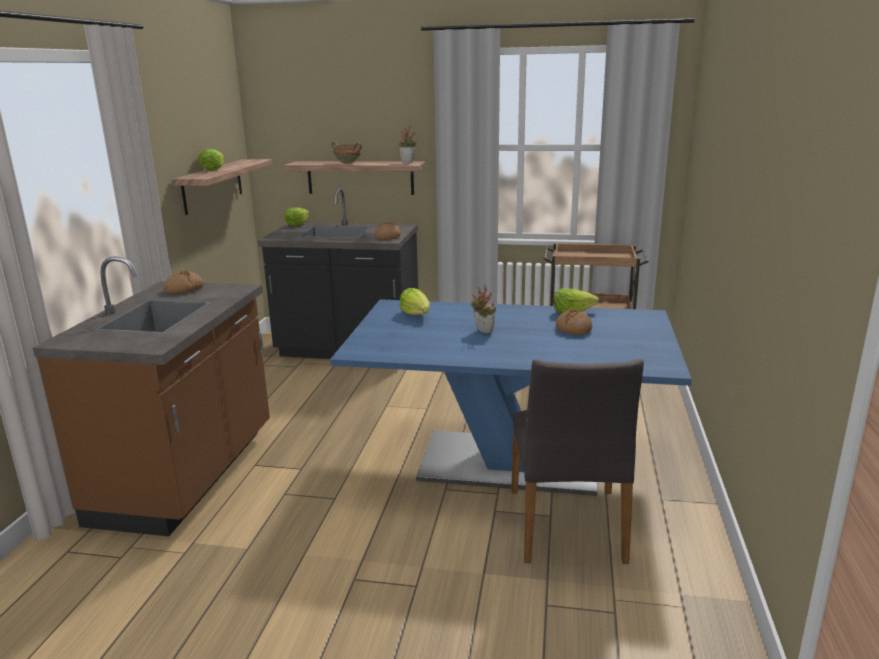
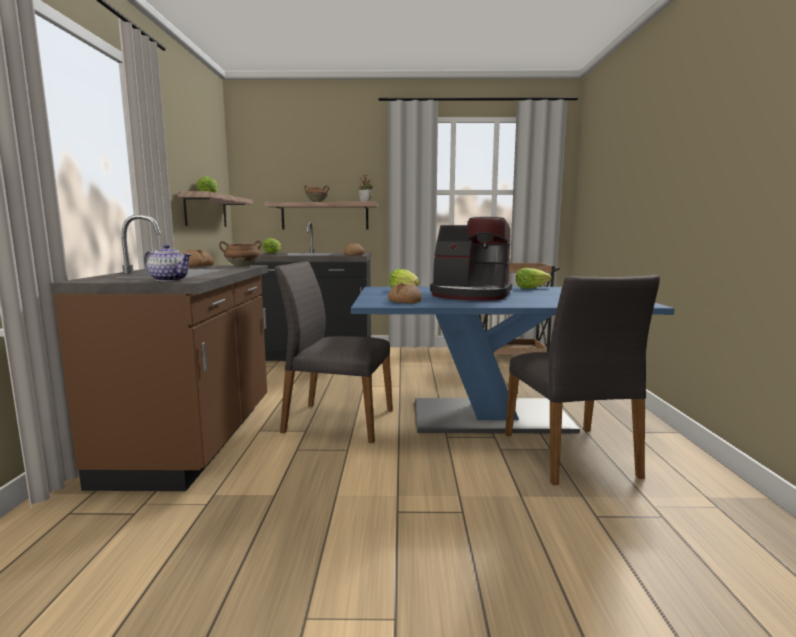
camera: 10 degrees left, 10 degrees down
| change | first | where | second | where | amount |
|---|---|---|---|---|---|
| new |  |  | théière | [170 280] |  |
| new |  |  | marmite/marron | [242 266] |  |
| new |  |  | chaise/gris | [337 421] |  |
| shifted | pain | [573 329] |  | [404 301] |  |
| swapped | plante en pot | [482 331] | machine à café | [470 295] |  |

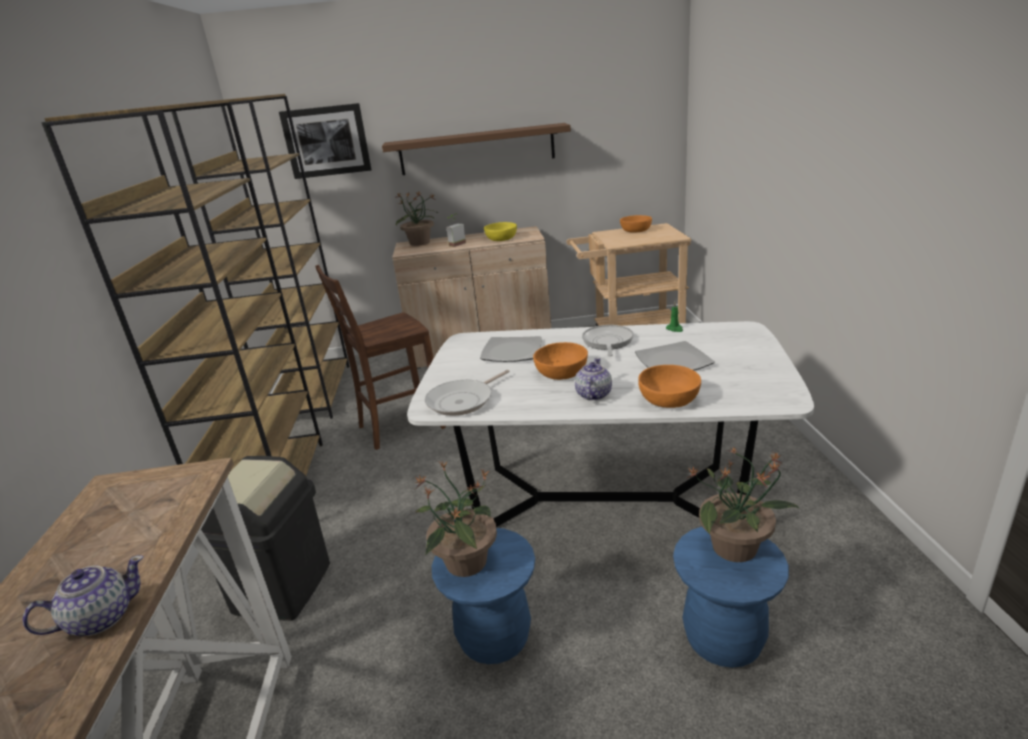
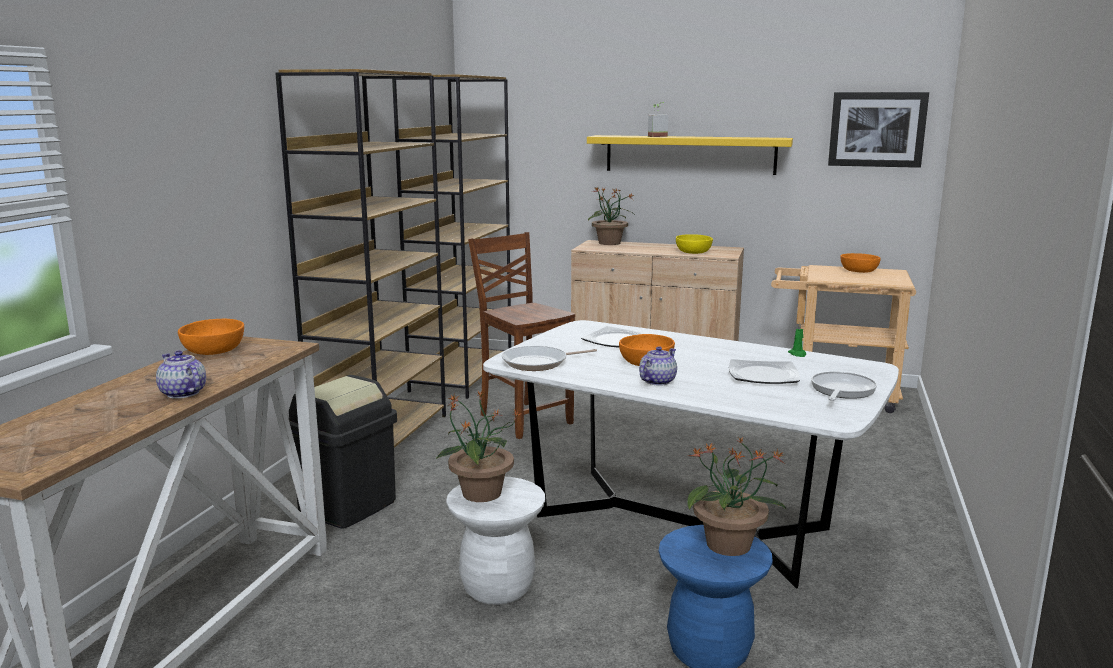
camera: 20 degrees right, 10 degrees down
| change | first | where | second | where | amount |
|---|---|---|---|---|---|
| rotated | théière | [100 618] |  | [183 393] | 120 degrees counterclockwise |
| shifted | bol/orange | [669 399] |  | [214 350] |  |
| repainted | tabouret/bleu | [494 638] | tabouret/blanc | [497 588] |  |
| rotated | chaise/marron | [398 427] |  | [524 419] | 60 degrees clockwise |
| repainted | étagère/marron | [477 149] | étagère/jaune | [690 154] |  |
| shifted | plante en pot | [455 244] |  | [655 136] |  |
| shifted | poêle | [607 342] |  | [841 391] |  |
| shifted | tableau | [326 141] |  | [877 129] |  |

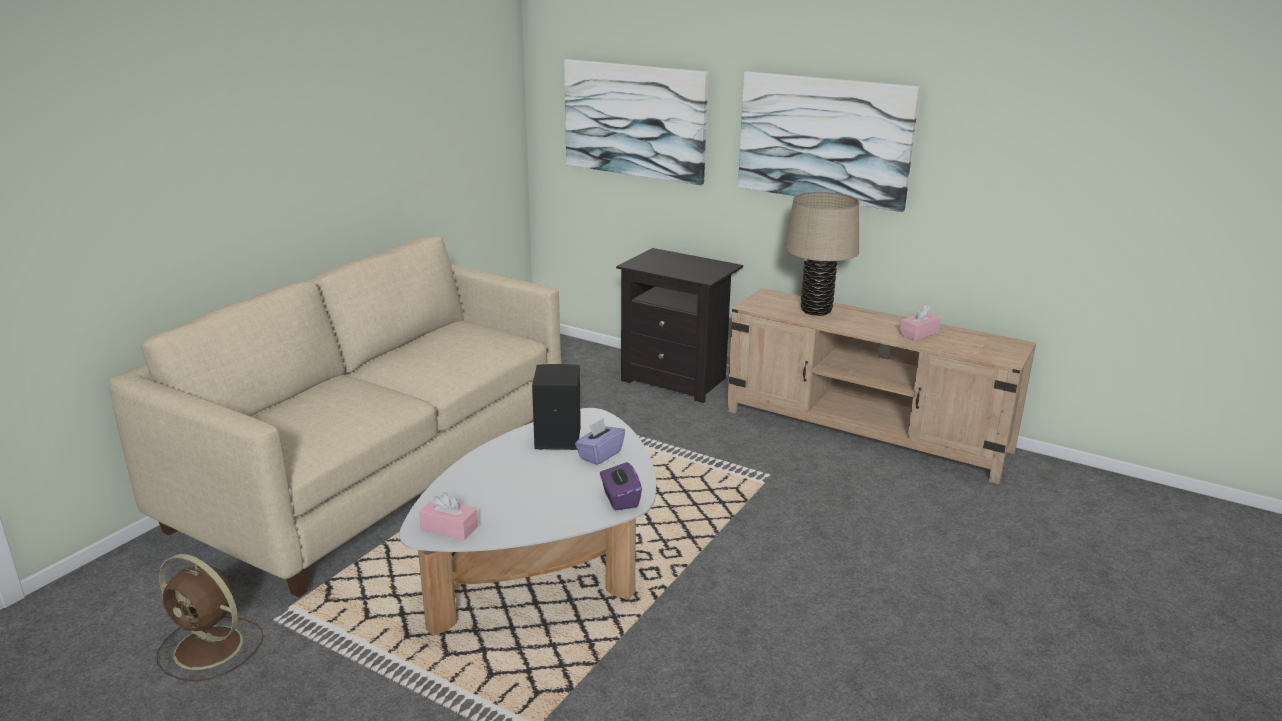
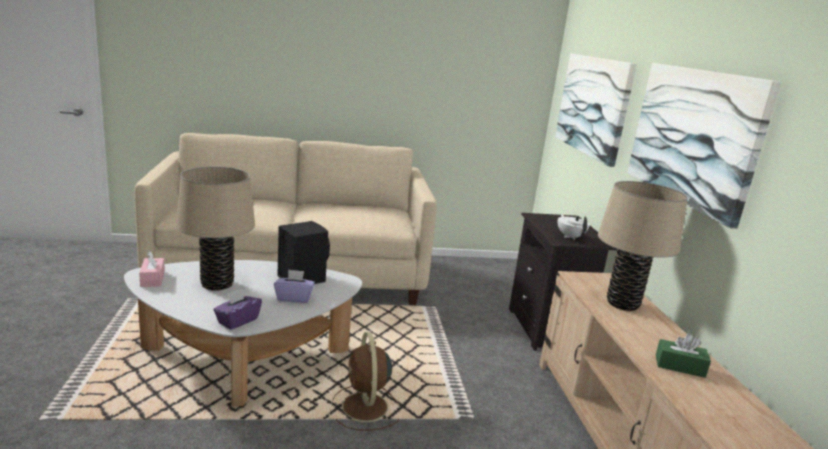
camera: 50 degrees right, 5 degrees down
| change | first | where | second | where | amount |
|---|---|---|---|---|---|
| new |  |  | lampe de table/beige | [217 284] |  |
| shifted | ventilateur/marron | [211 648] |  | [365 408] |  |
| new |  |  | théière/blanc | [570 237] |  |
| repainted | boîte à mouchoirs/rose | [918 333] | boîte à mouchoirs/vert | [679 366] |  |

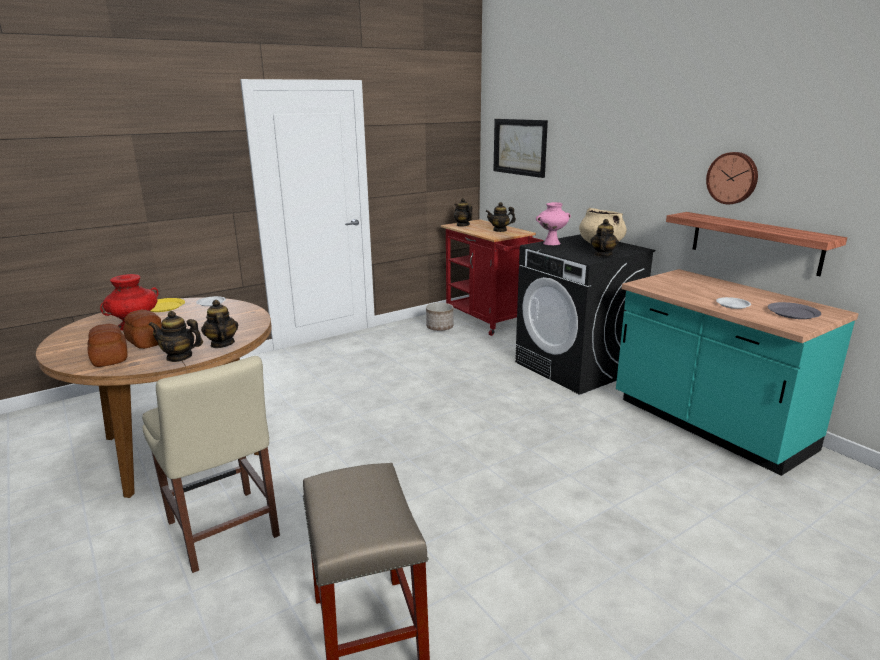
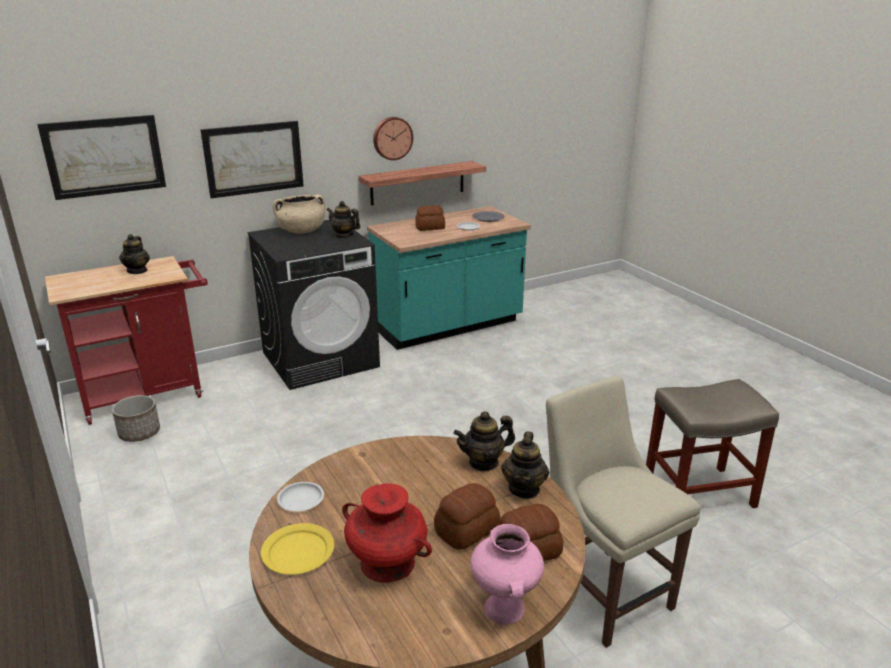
camera: 85 degrees left, 5 degrees up
| change | first | where | second | where | amount |
|---|---|---|---|---|---|
| new |  |  | tableau | [253 158] |  |
| new |  |  | pain | [430 228] |  |
| shifted | vase/rose | [551 243] |  | [505 609] |  |
| rotated | chaise/beige | [224 532] |  | [603 590] | 90 degrees counterclockwise |
| gone | théière | [463 225] |  |  |  |

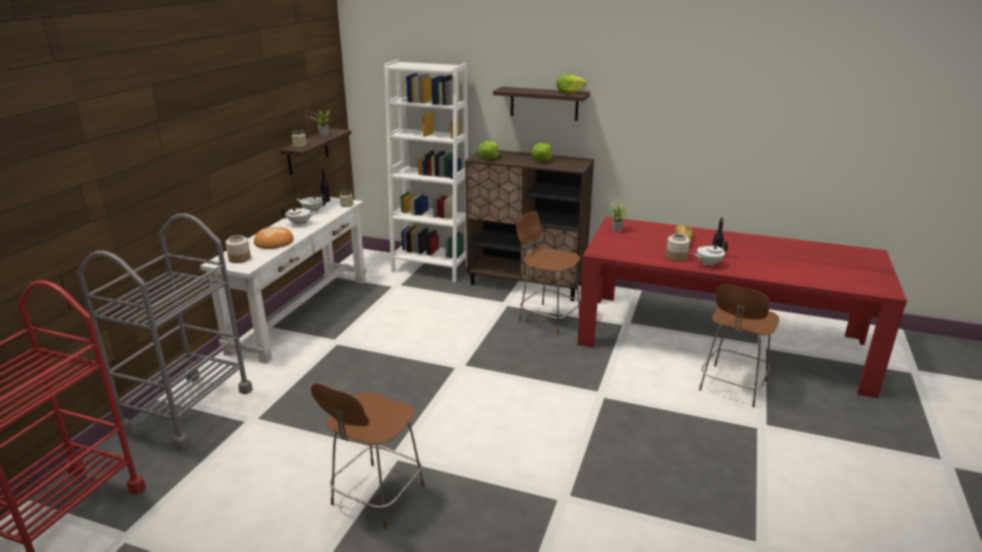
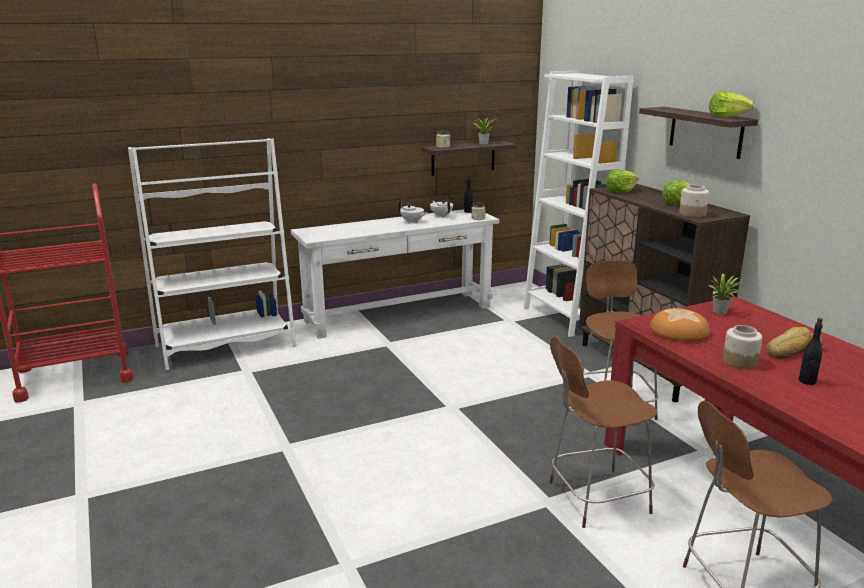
camera: 45 degrees right, 5 degrees down
| change | first | where | second | where | amount |
|---|---|---|---|---|---|
| swapped | chariot/gris | [187 410] | bibliothèque/blanc | [226 346] |  |
| shifted | chaise/marron | [376 497] |  | [595 498] |  |
| shifted | pain | [274 242] |  | [679 331] |  |
| shifted | bocal | [240 259] |  | [692 214] |  |
| gone | théière/blanc | [708 264] |  |  |  |

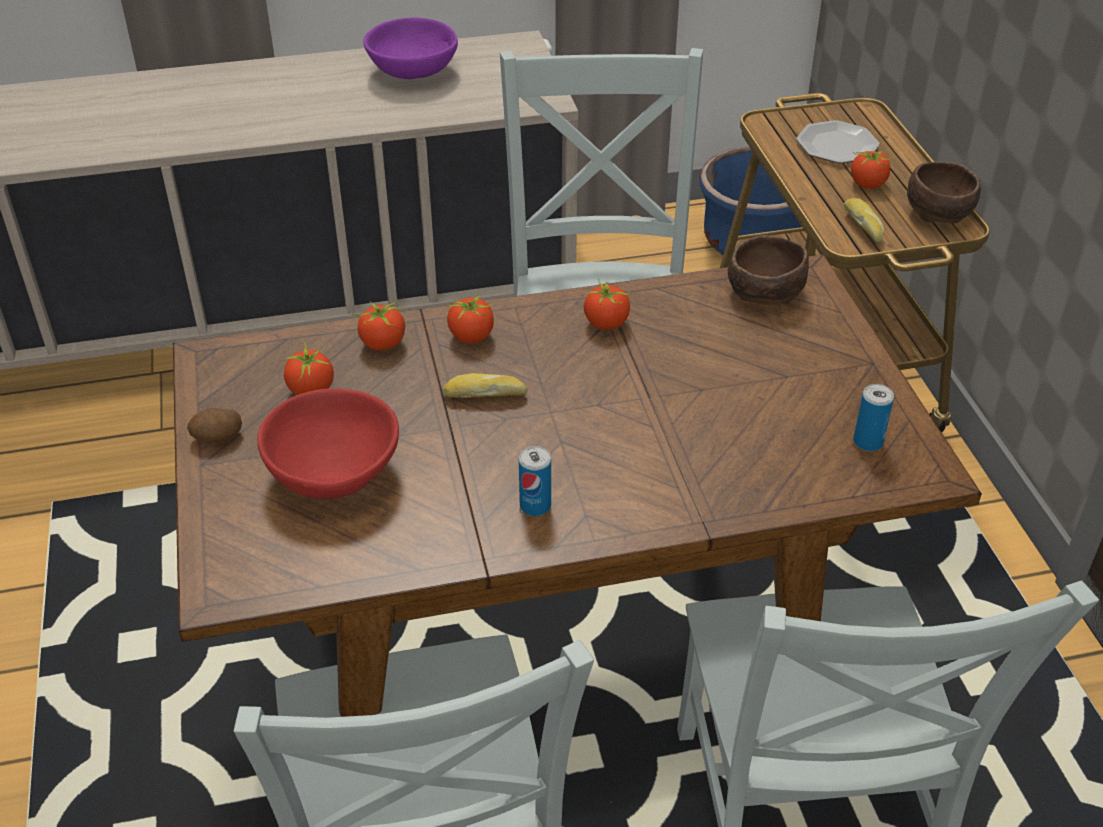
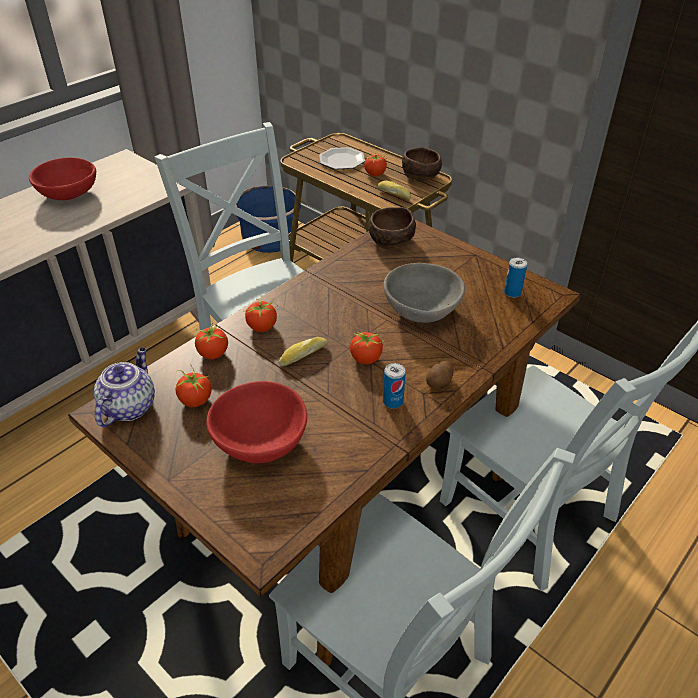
camera: 35 degrees left, 0 degrees up
| change | first | where | second | where | amount |
|---|---|---|---|---|---|
| repainted | bol/violet | [413 71] | bol/rouge | [69 194] |  |
| new |  |  | théière | [129 406] |  |
| shifted | tomate | [606 323] |  | [366 359] |  |
| new |  |  | bol/gris | [421 311] |  |
| shifted | pomme de terre | [217 437] |  | [439 382] |  |

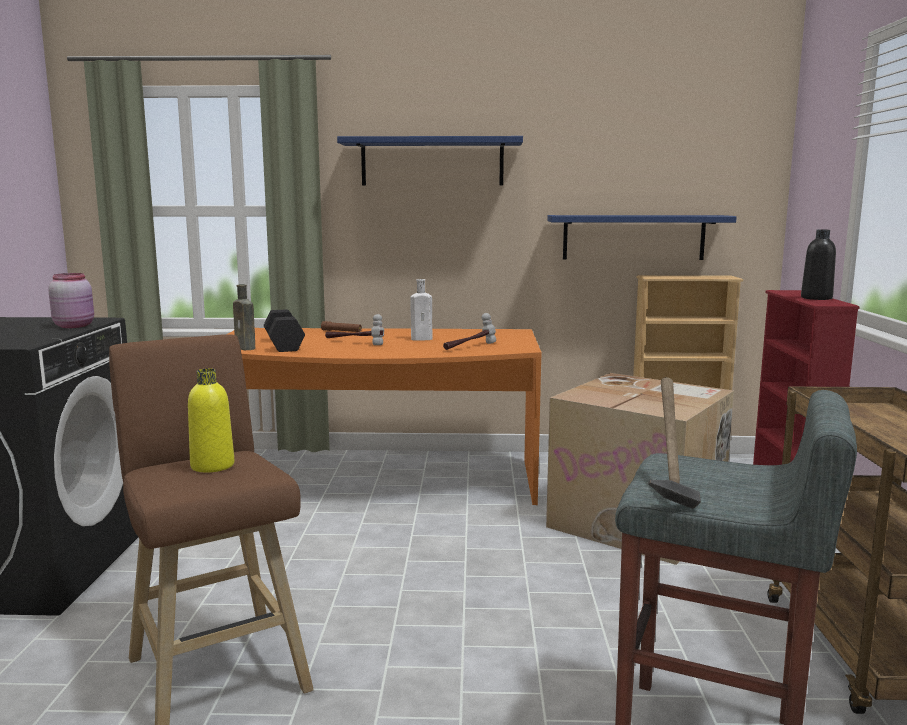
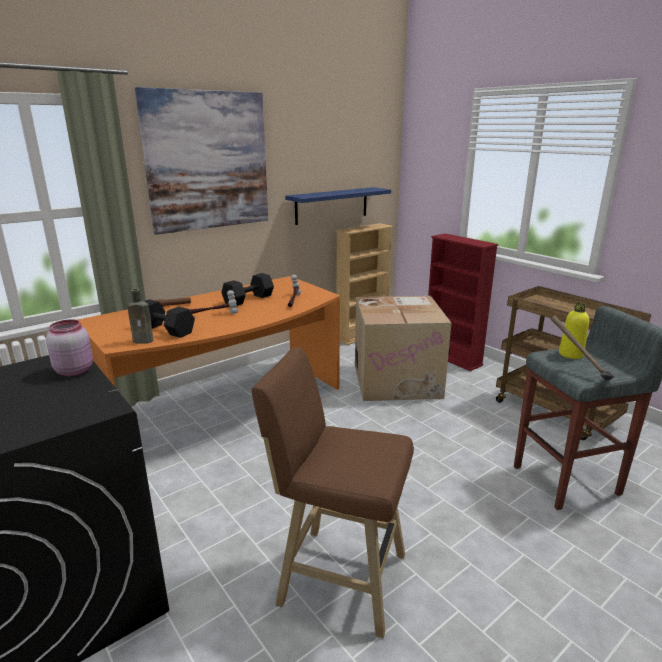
camera: 40 degrees left, 10 degrees up
| change | first | where | second | where | amount |
|---|---|---|---|---|---|
| swapped | étagère/bleu | [432 162] | tableau | [208 161] |  |
| swapped | bouteille/blanc | [423 339] | haltère/noir | [248 300] |  |
| shifted | bouteille/jaune | [212 466] |  | [570 354] |  |
| gone | bouteille/noir | [816 298] |  |  |  |

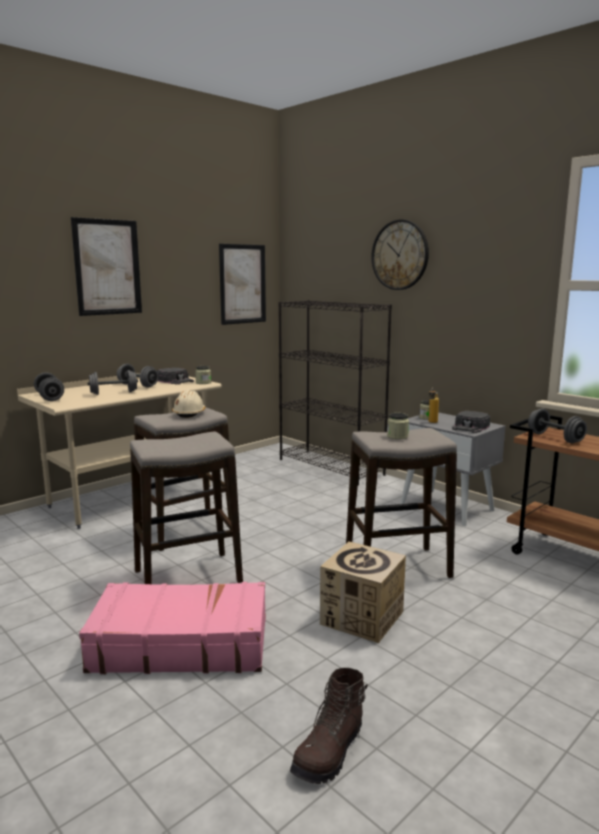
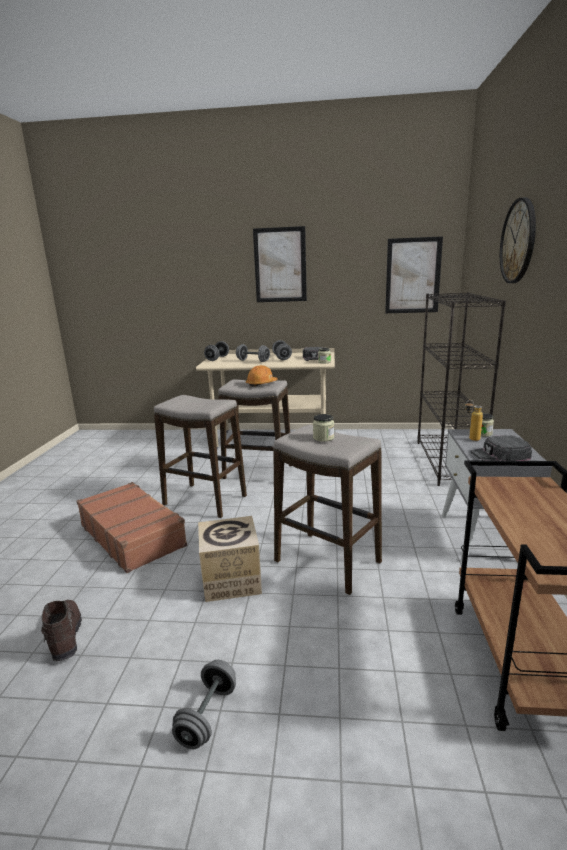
camera: 50 degrees right, 5 degrees up
| change | first | where | second | where | amount |
|---|---|---|---|---|---|
| rotated | botte/marron | [330 752] |  | [65 637] | 75 degrees clockwise |
| repainted | valise/rose | [180 644] | valise/marron | [133 535] |  |
| shifted | haltère/gris | [555 438] |  | [207 716] |  |
| repainted | casque de chantier/beige | [189 413] | casque de chantier/orange | [261 384] |  |

